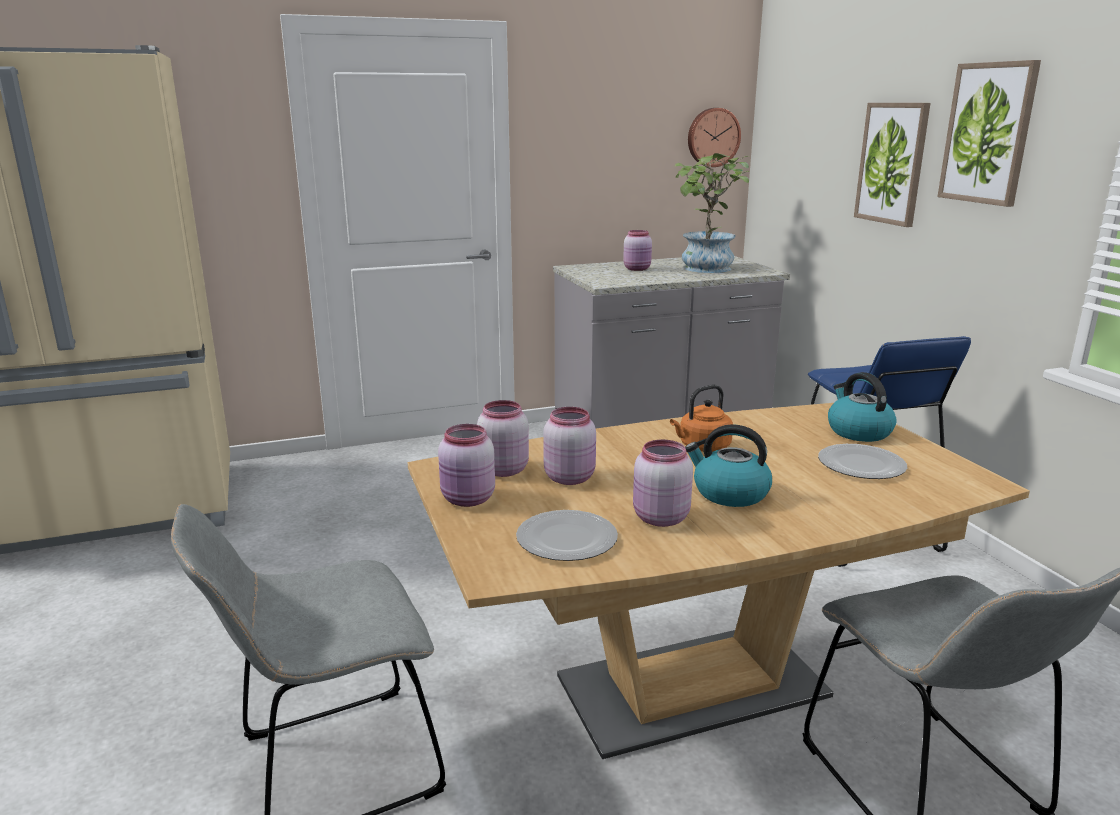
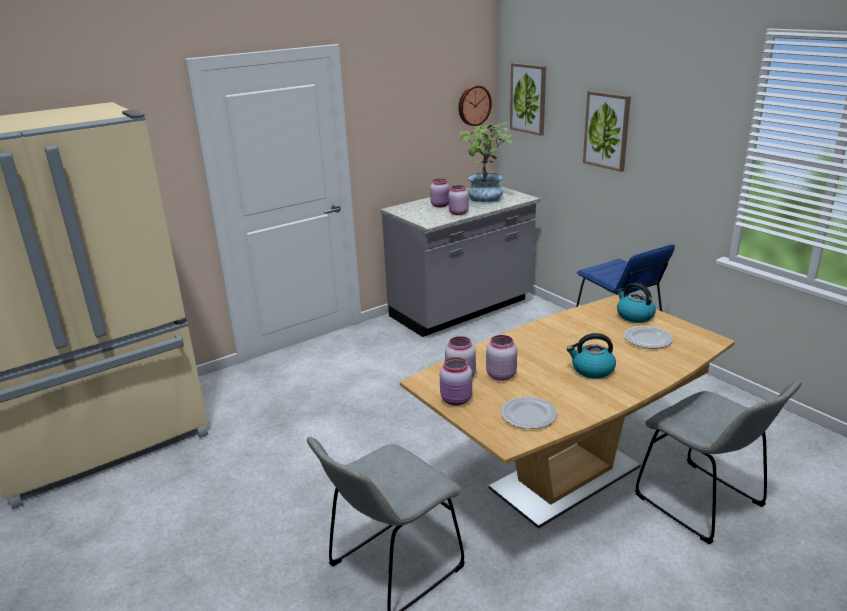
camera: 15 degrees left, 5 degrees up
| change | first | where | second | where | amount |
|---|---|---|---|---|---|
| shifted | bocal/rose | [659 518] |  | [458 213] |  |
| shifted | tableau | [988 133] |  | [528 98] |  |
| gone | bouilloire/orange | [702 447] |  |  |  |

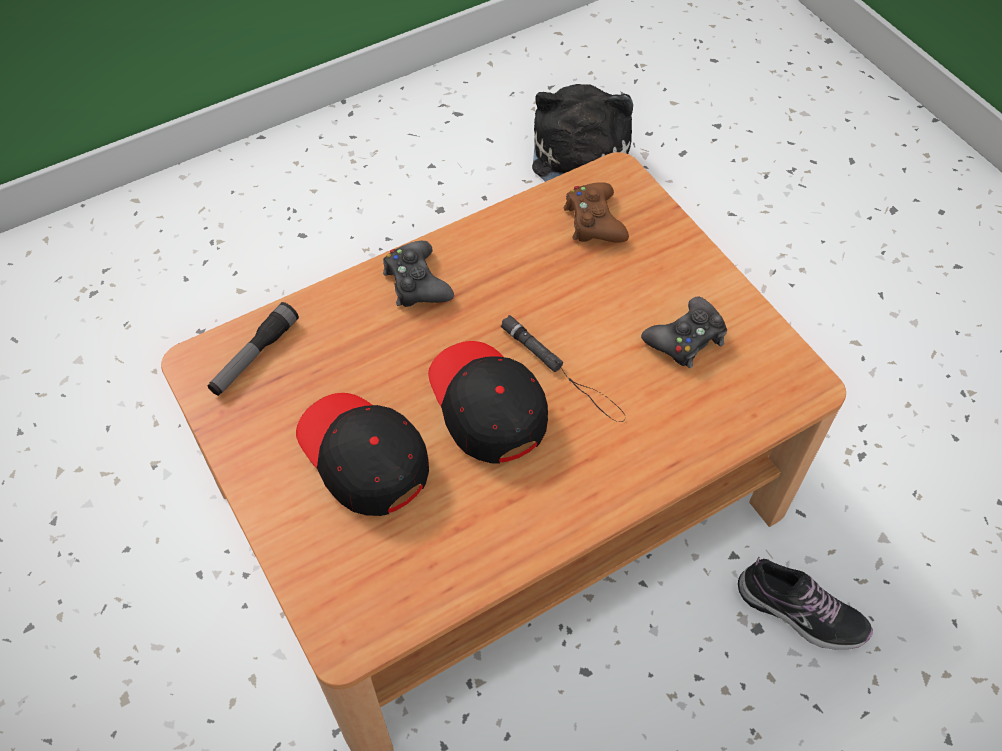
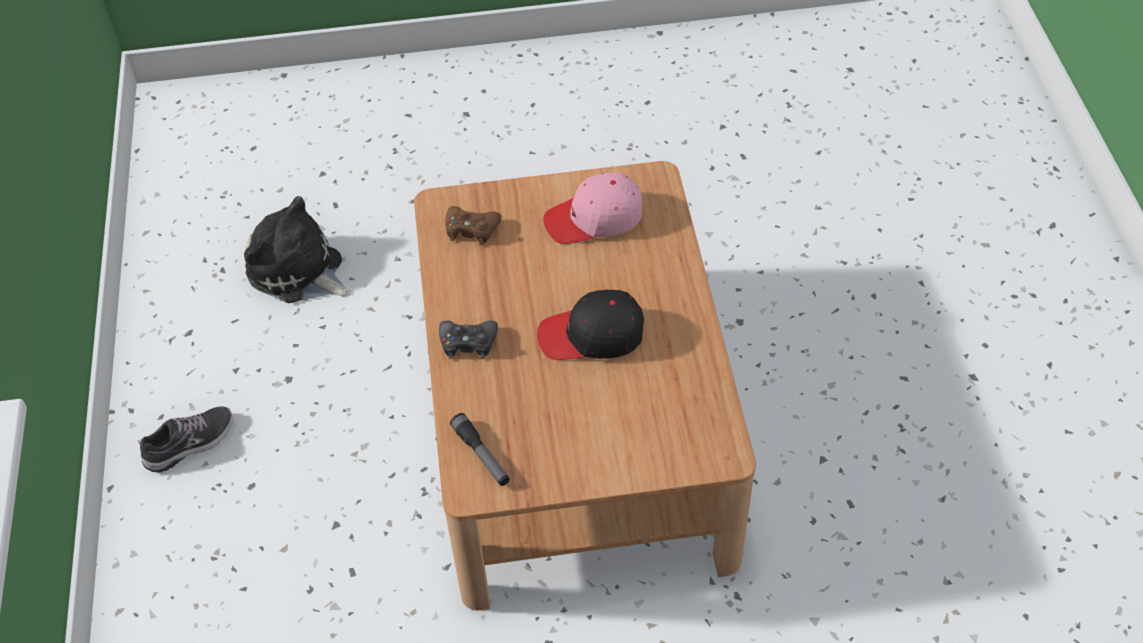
camera: 65 degrees left, 5 degrees down
| change | first | where | second | where | amount |
|---|---|---|---|---|---|
| shifted | chaussure | [800 612] |  | [190 444] |  |
| swapped | manette/noir | [686 339] | casquette/rose | [594 218] |  |
| gone | casquette/noir | [362 457] |  |  |  |
| gone | lampe de poche/noir | [563 372] |  |  |  |

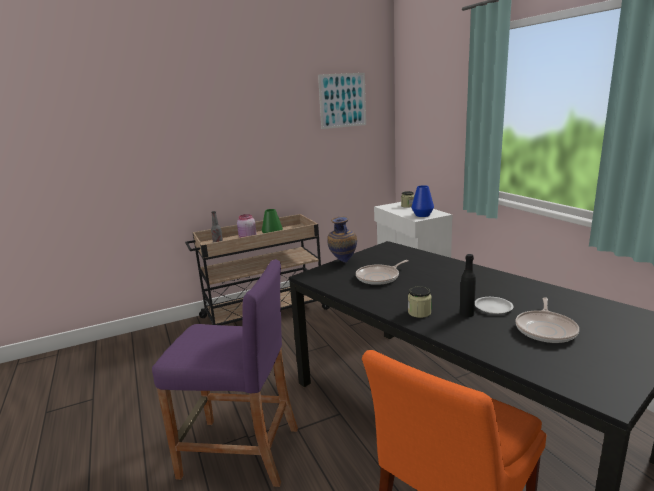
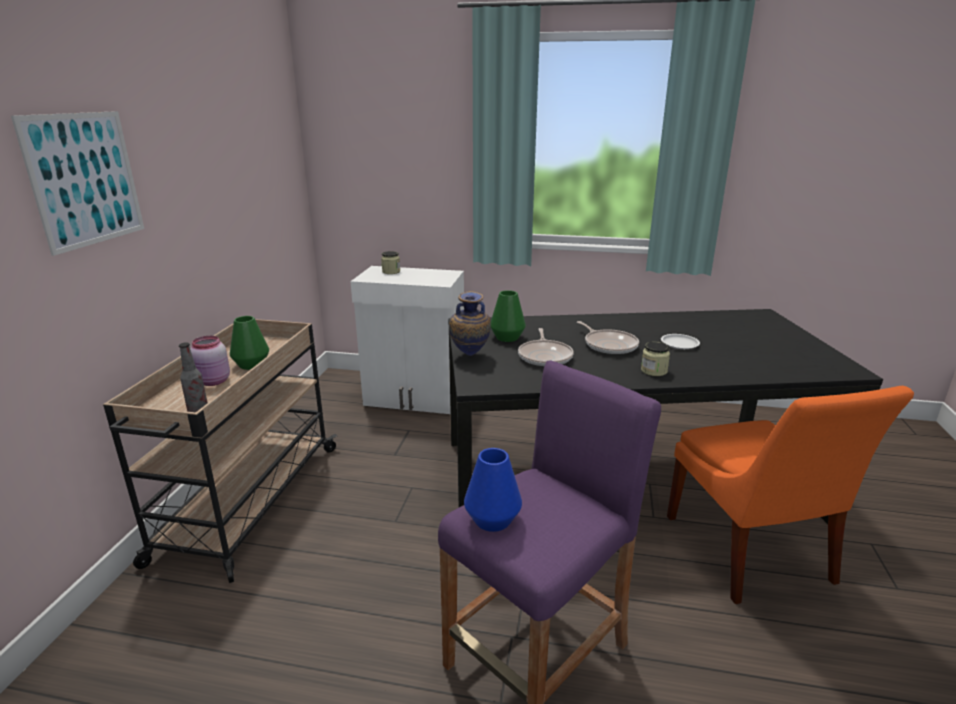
camera: 55 degrees left, 5 degrees up
| change | first | where | second | where | amount |
|---|---|---|---|---|---|
| shifted | tableau | [342 100] |  | [85 179] |  |
| shifted | vase/bleu | [422 215] |  | [492 519] |  |
| new |  |  | vase/vert | [507 337] |  |
| shifted | poêle | [546 329] |  | [609 345] |  |
| gone | bouteille/noir | [466 313] |  |  |  |

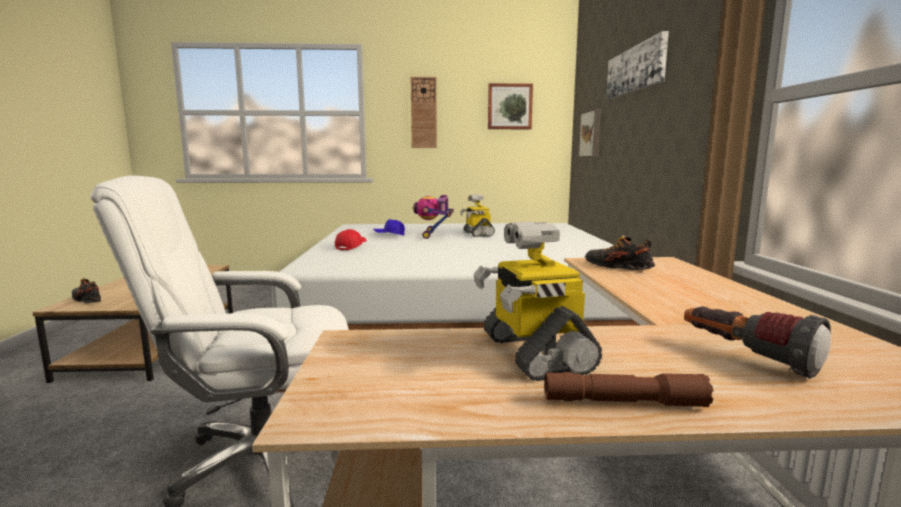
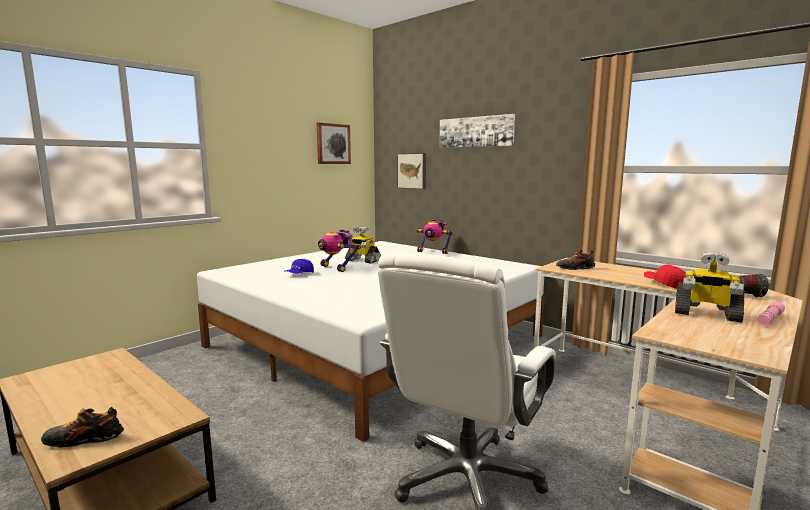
camera: 45 degrees left, 0 degrees up
| change | first | where | second | where | amount |
|---|---|---|---|---|---|
| new |  |  | robot jouet | [434 252] |  |
| shifted | casquette/rouge | [351 247] |  | [664 284] |  |
| repainted | lampe de poche/marron | [623 402] | lampe de poche/rose | [769 319] |  |
| gone | horloge murale | [423 113] |  |  |  |

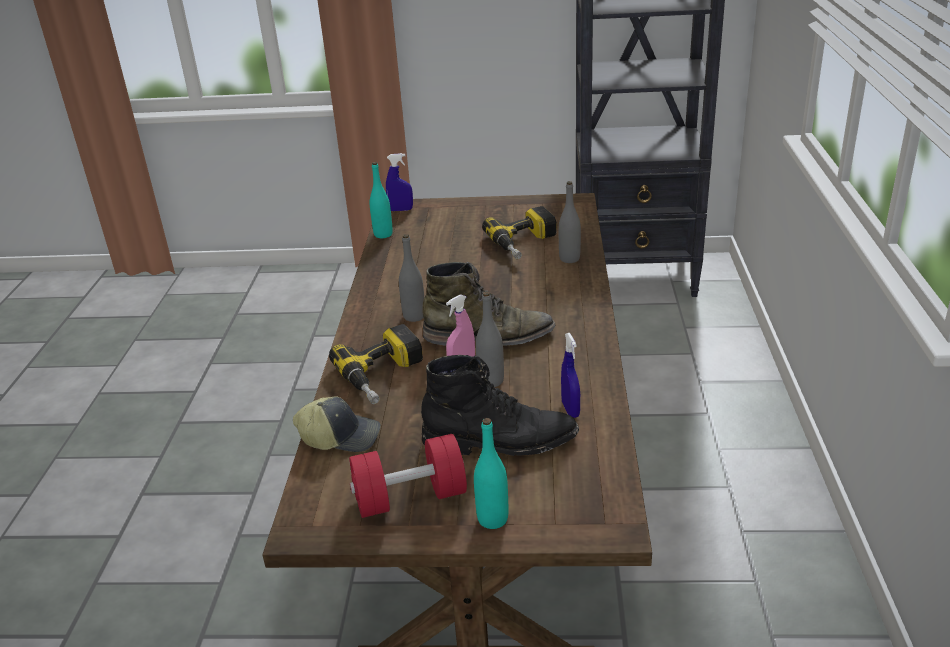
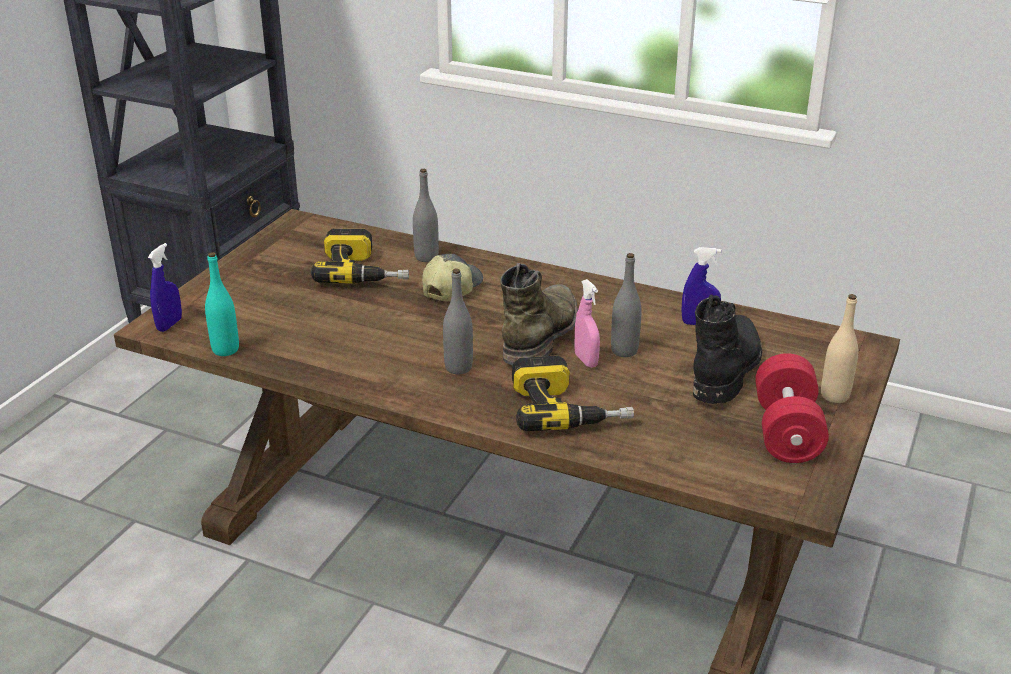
camera: 70 degrees left, 0 degrees up
| change | first | where | second | where | amount |
|---|---|---|---|---|---|
| shifted | casquette | [340 436] |  | [451 287] |  |
| repainted | bouteille/turquoise | [492 519] | bouteille/beige | [834 396] |  |

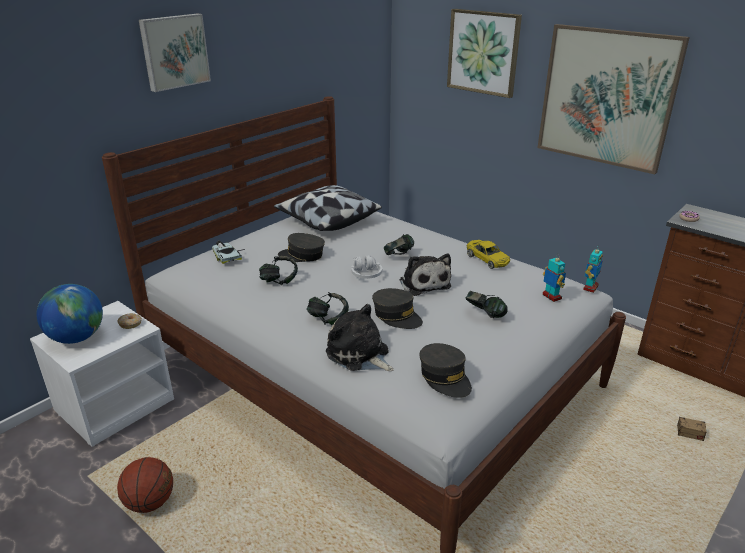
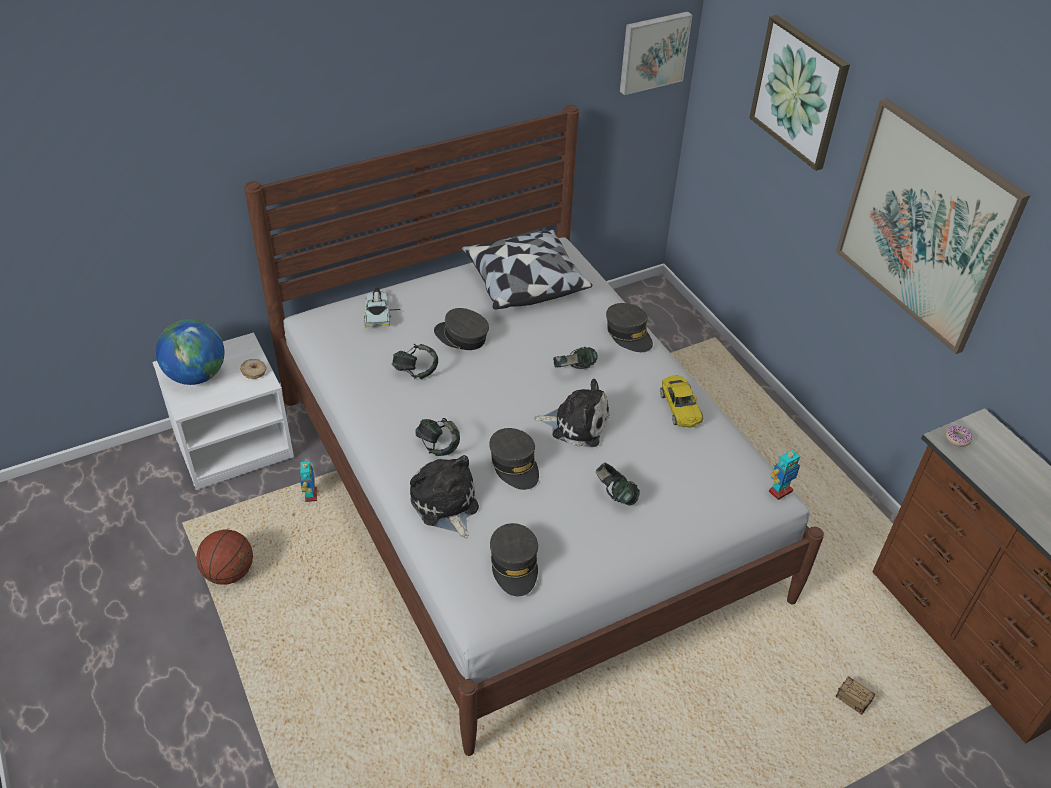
camera: 20 degrees right, 15 degrees up
| change | first | where | second | where | amount |
|---|---|---|---|---|---|
| shifted | robot jouet | [551 297] |  | [310 496] |  |
| rotated | peluche | [423 283] |  | [576 424] | 75 degrees counterclockwise |
| new |  |  | casquette/gris | [628 334] |  |
| shifted | tableau | [174 51] |  | [653 51] |  |
| gone | casque audio/blanc | [366 274] |  |  |  |

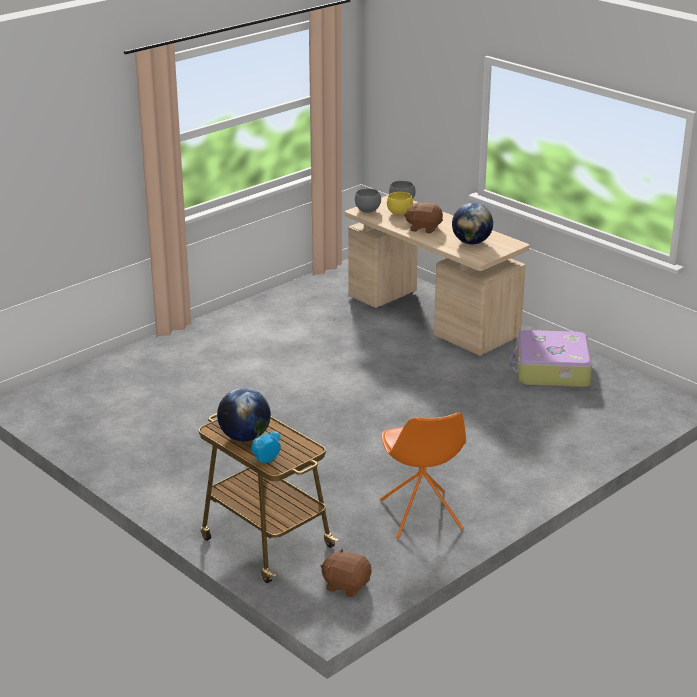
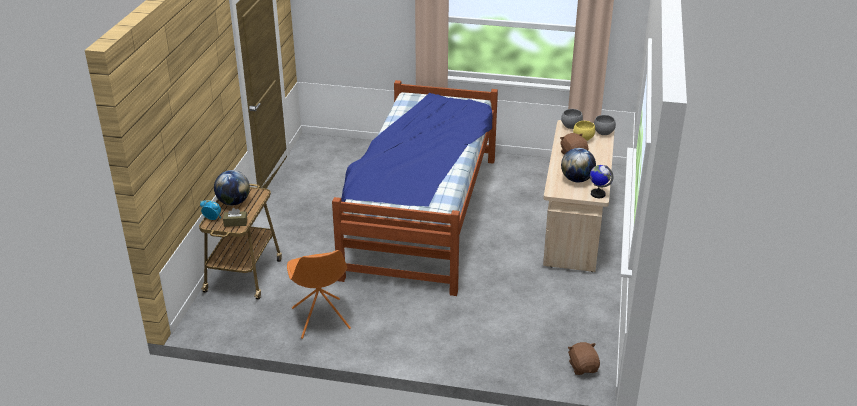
camera: 55 degrees right, 5 degrees up
| change | first | where | second | where | amount |
|---|---|---|---|---|---|
| new |  |  | boîte à mouchoirs/marron | [235 223] |  |
| rotated | chaise/orange | [421 516] |  | [321 319] | 60 degrees counterclockwise |
| new |  |  | lit | [421 215] |  |
| shifted | peluche/marron | [346 585] |  | [583 367] |  |
| new |  |  | globe | [597 194] |  |
| gone | valise | [551 370] |  |  |  |

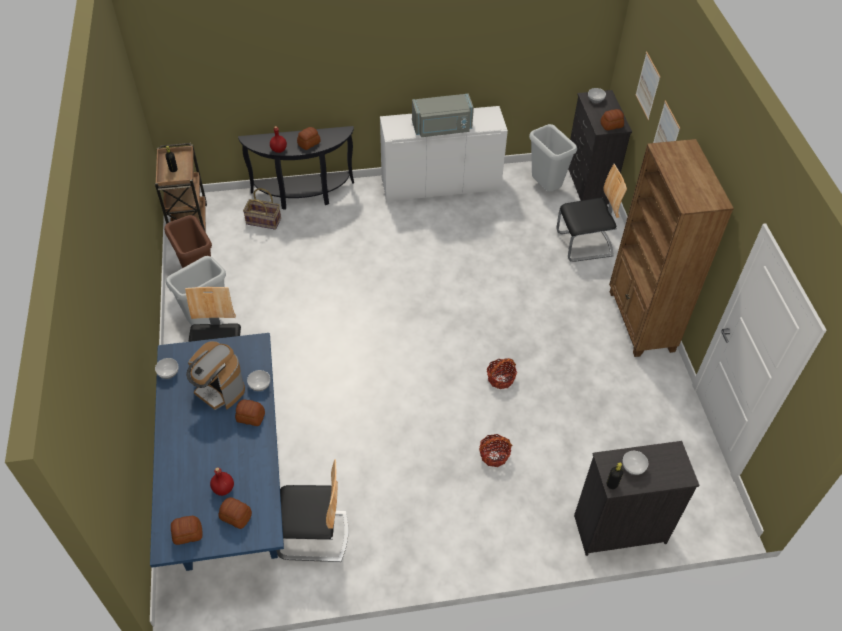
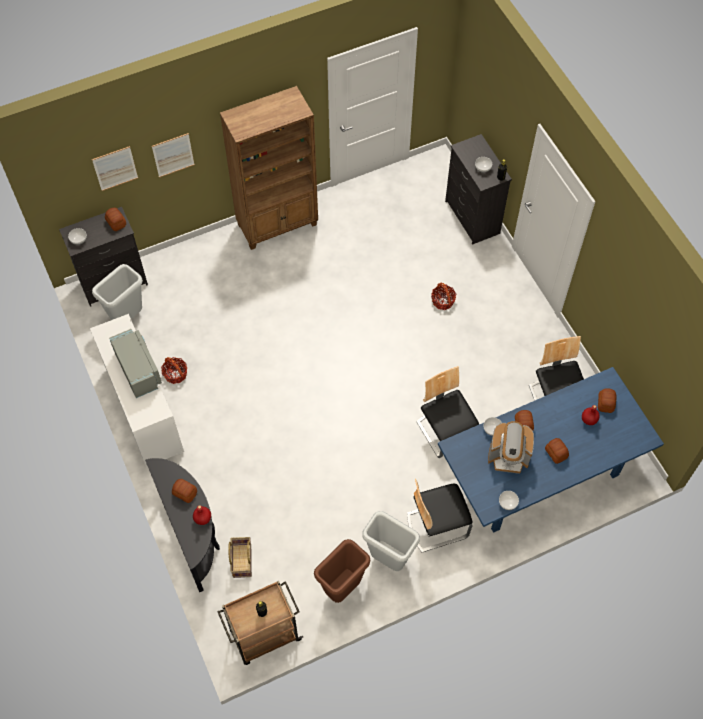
camera: 105 degrees left, 10 degrees up
| change | first | where | second | where | amount |
|---|---|---|---|---|---|
| shifted | panier | [500 379] |  | [175 374] |  |
| shifted | chaise | [584 244] |  | [446 431] |  |
| rotated | machine à café | [219 390] |  | [508 457] | 75 degrees clockwise |
| shifted | pain | [187 533] |  | [556 453] |  |

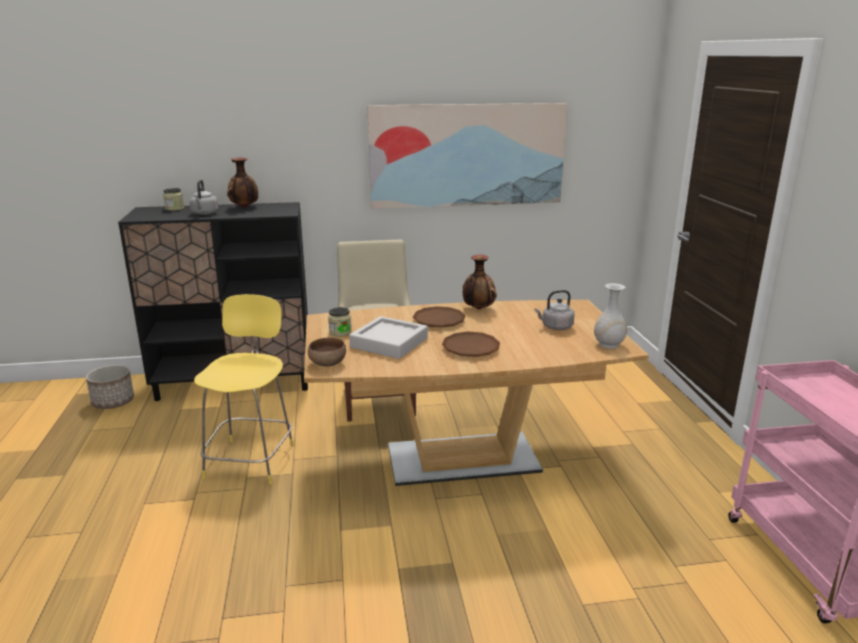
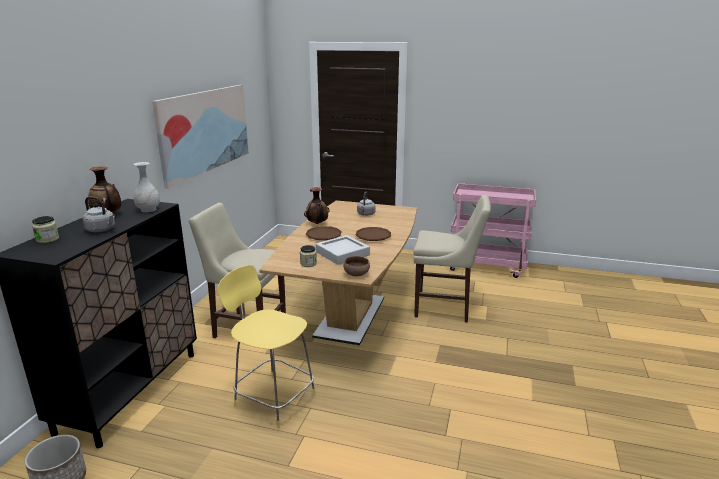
camera: 65 degrees left, 0 degrees up
| change | first | where | second | where | amount |
|---|---|---|---|---|---|
| shifted | vase/blanc | [609 345] |  | [149 210] |  |
| new |  |  | chaise/beige | [445 308] |  |

